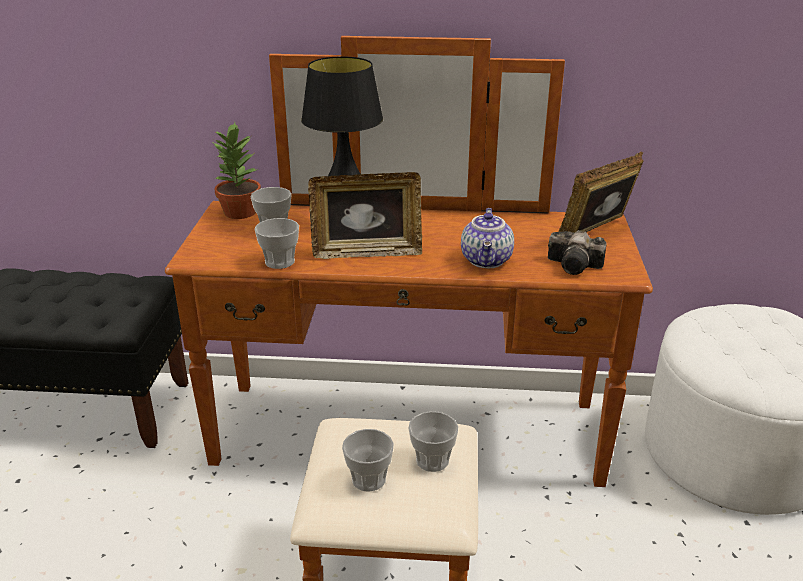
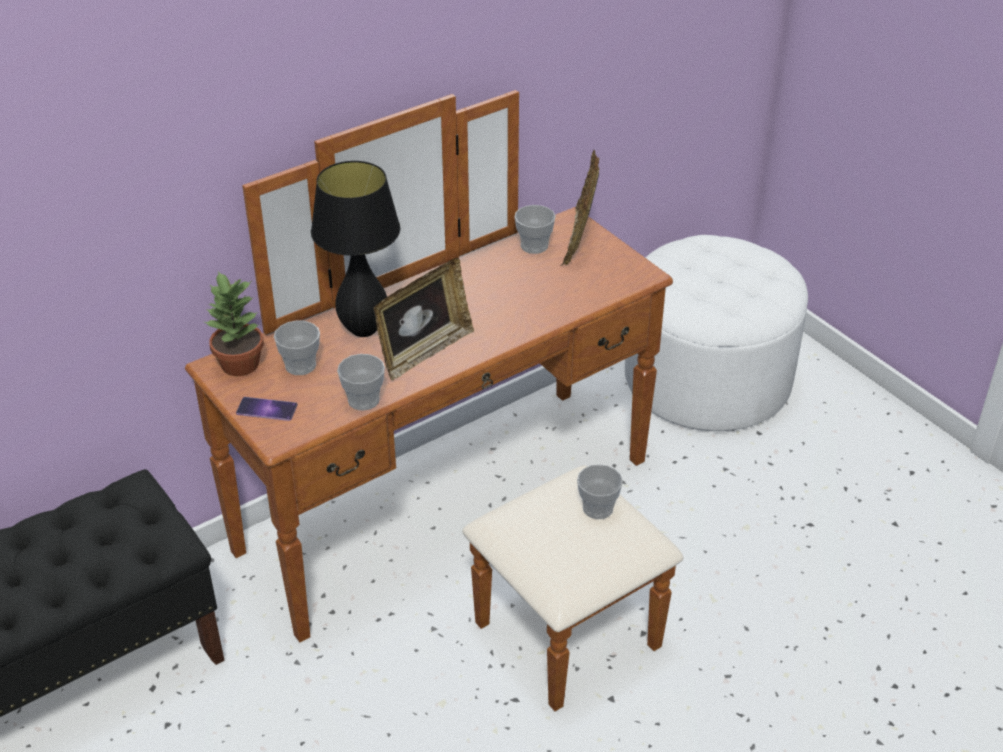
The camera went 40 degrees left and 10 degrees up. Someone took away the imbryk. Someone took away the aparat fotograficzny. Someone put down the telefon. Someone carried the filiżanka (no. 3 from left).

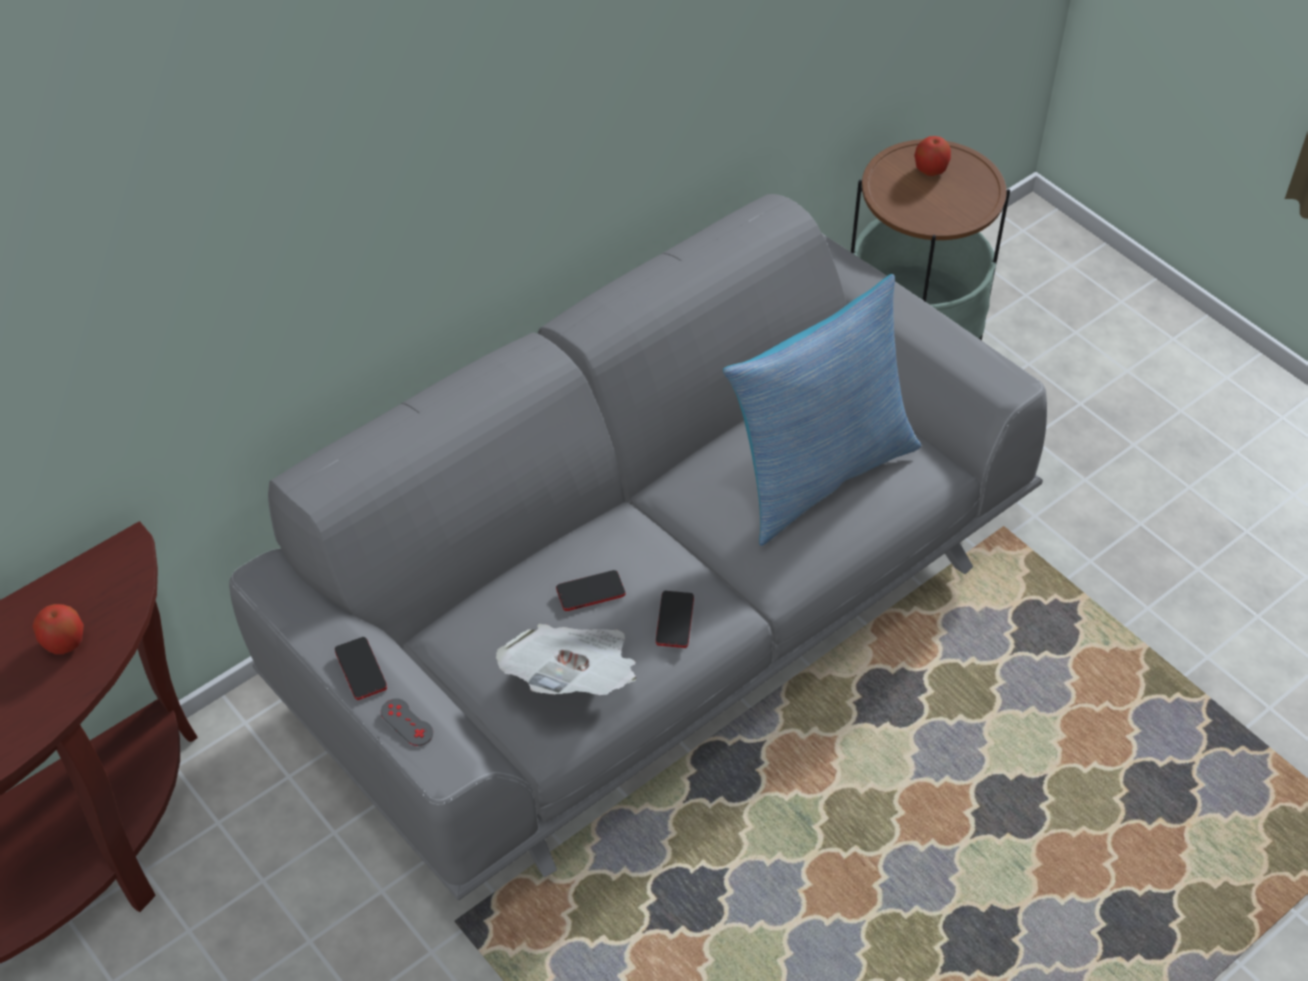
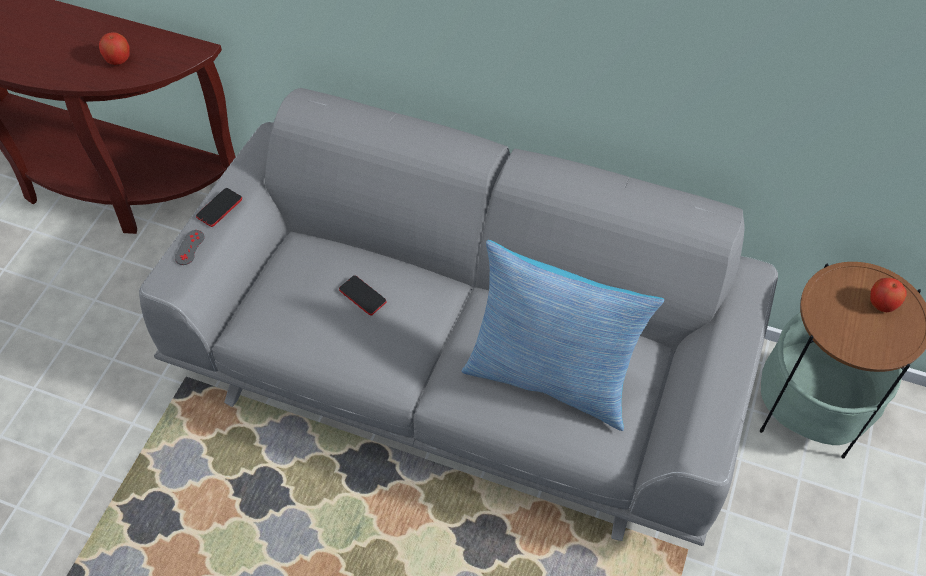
The camera went 60 degrees right and 5 degrees up. Someone took away the gazeta. Someone took away the telefon (no. 3 from left).

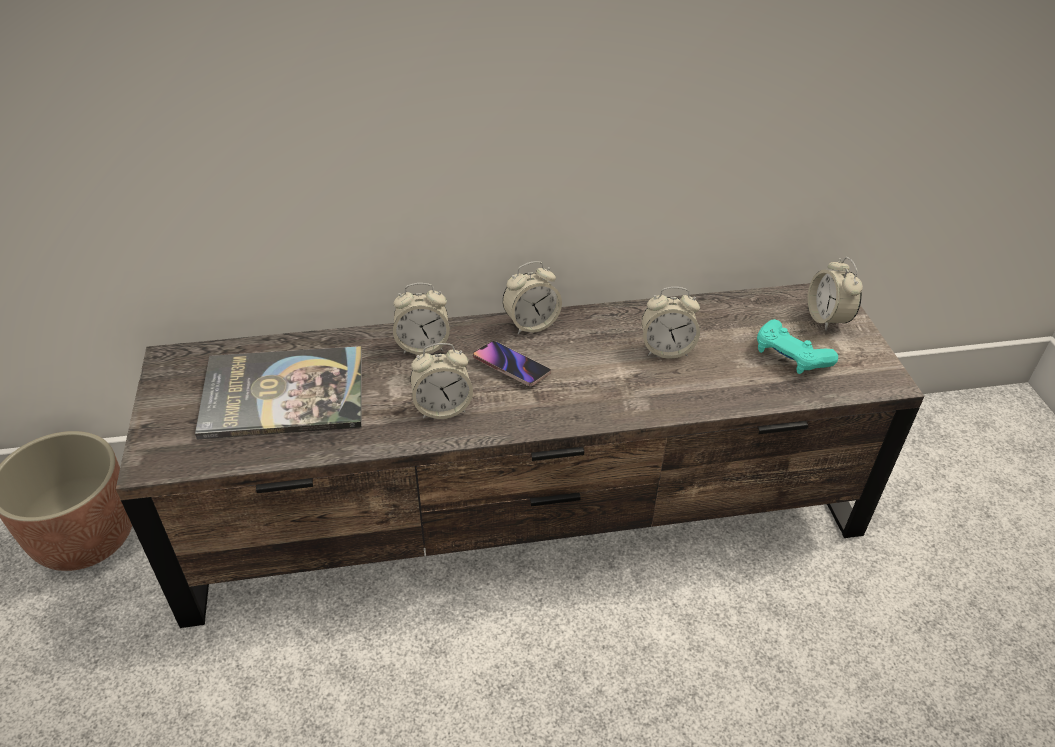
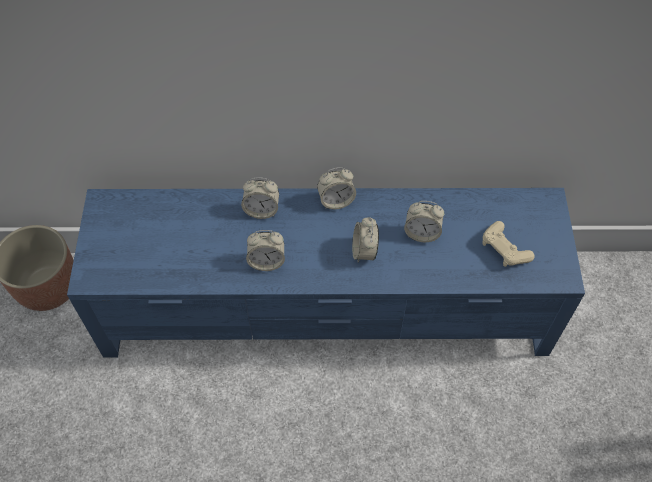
The camera went 10 degrees right and 15 degrees up. Someone took away the książka. Someone took away the telefon. Someone carried the budzik (no. 5 from left in the first image). Someone repainted the szafka pod telewizor [brązowy], which became the szafka pod telewizor [niebieski]. Someone repainted the pad do gier [turkusowy], which became the pad do gier [beżowy].

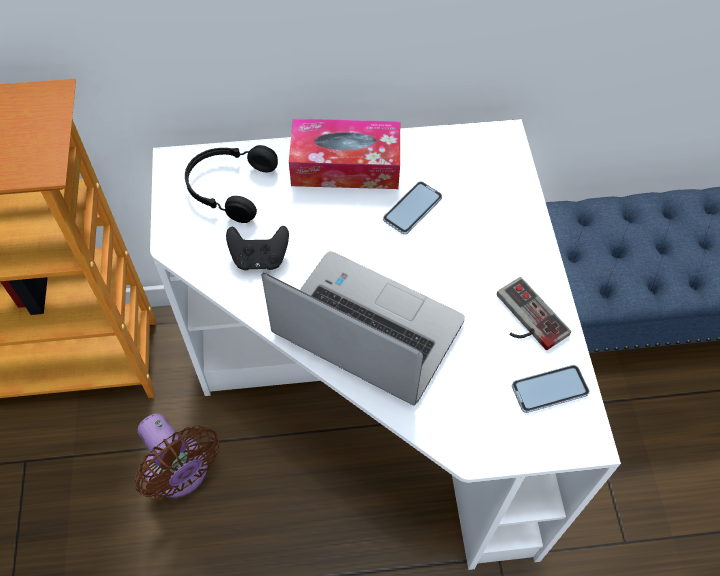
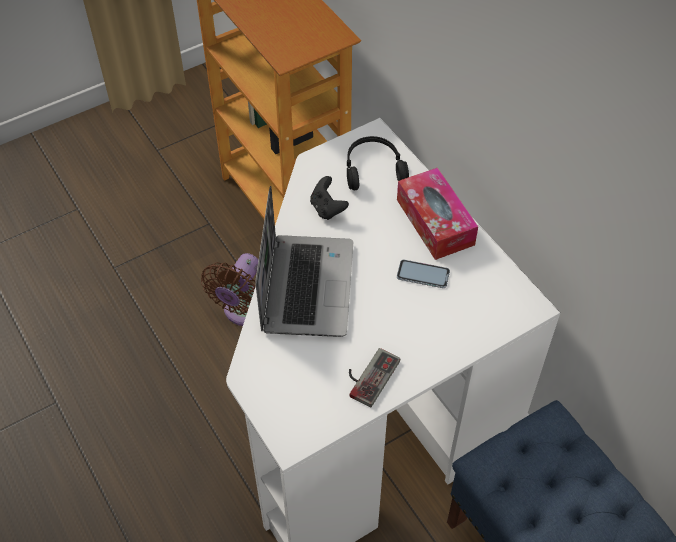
The camera went 65 degrees right and 5 degrees down. Someone took away the telefon (no. 2 from left).

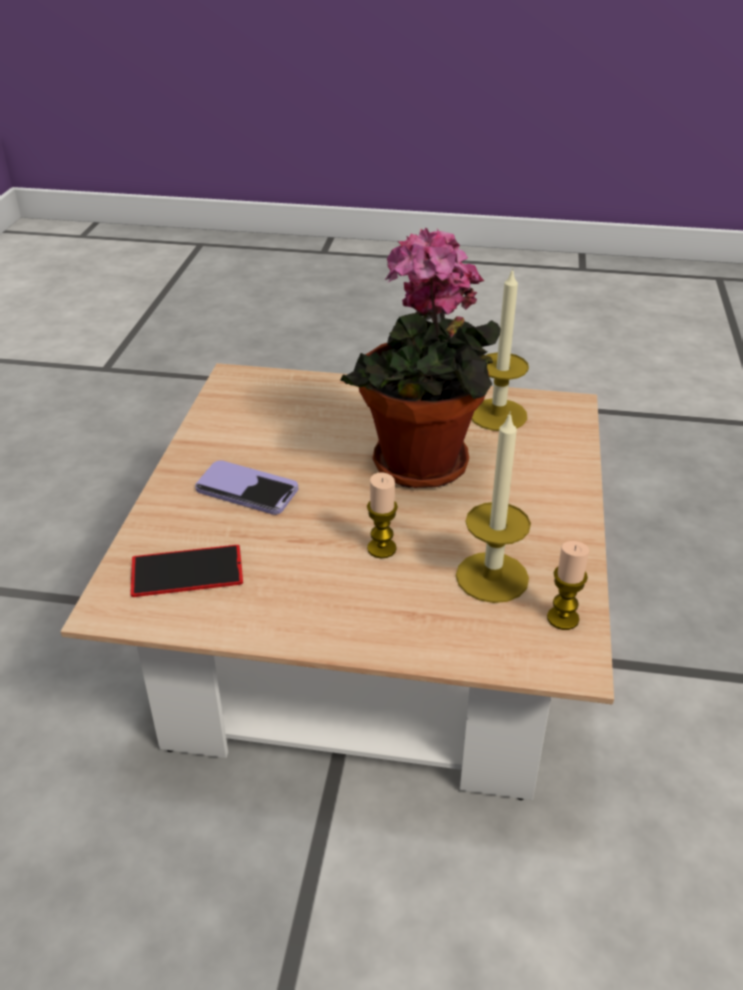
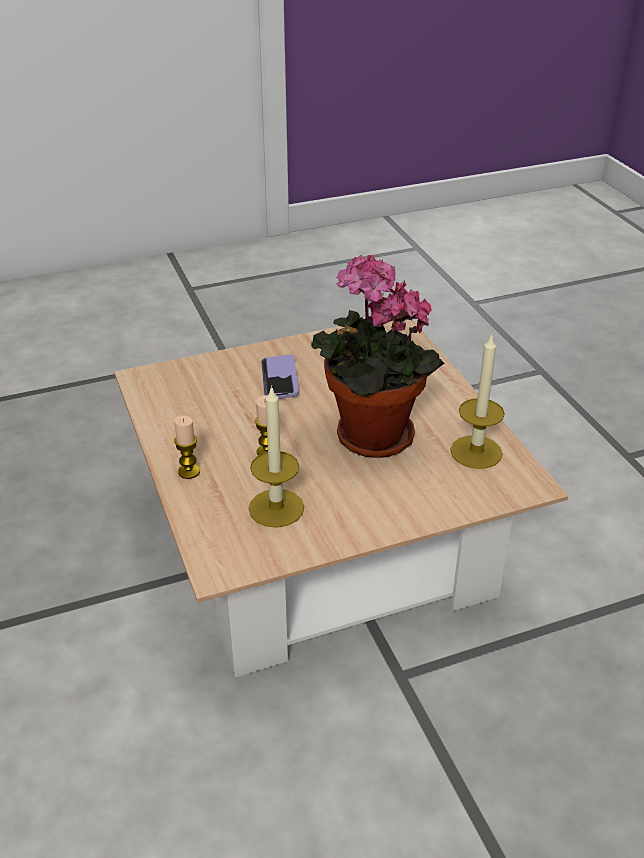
The camera went 60 degrees right and 0 degrees up. Someone took away the telefon (no. 1 from left). Someone carried the świeca (no. 4 from left in the first image).

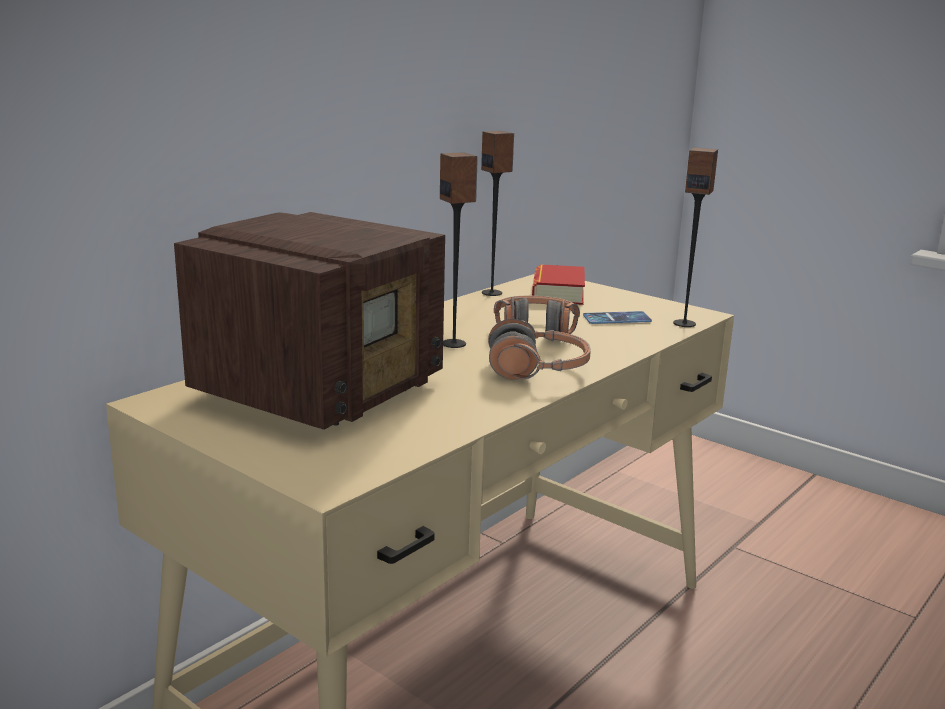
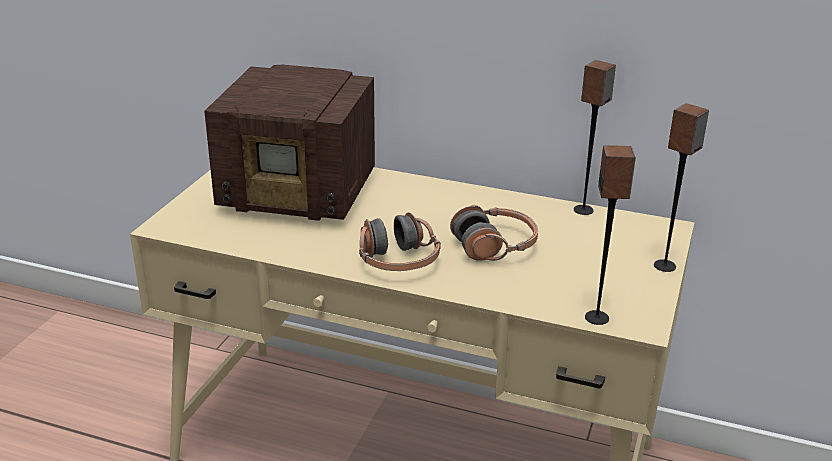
The camera went 70 degrees right and 10 degrees up. Someone took away the książka. Someone took away the telefon. Someone carried the głośnik (no. 1 from left in the first image).

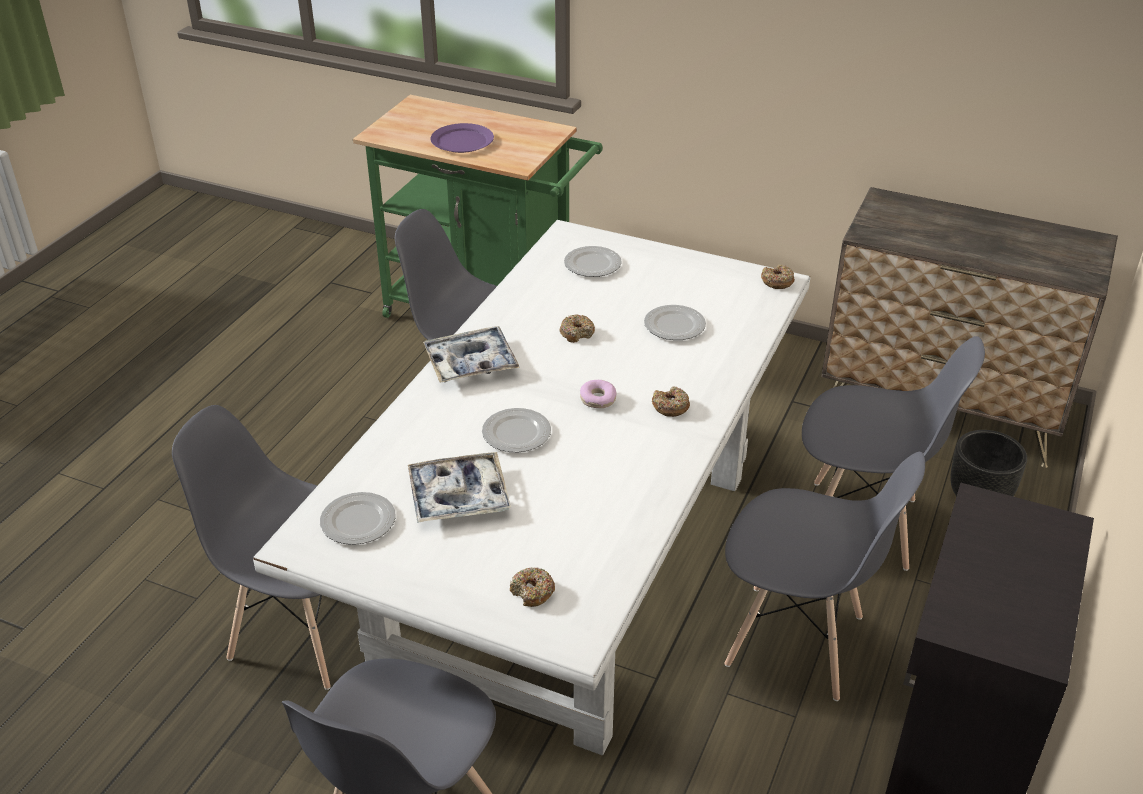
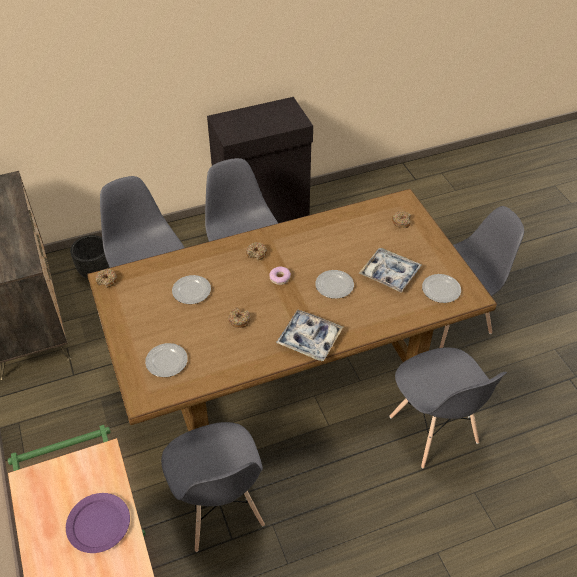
The camera went 135 degrees left and 10 degrees up. Someone repainted the stół jadalny [biały], which became the stół jadalny [brązowy].

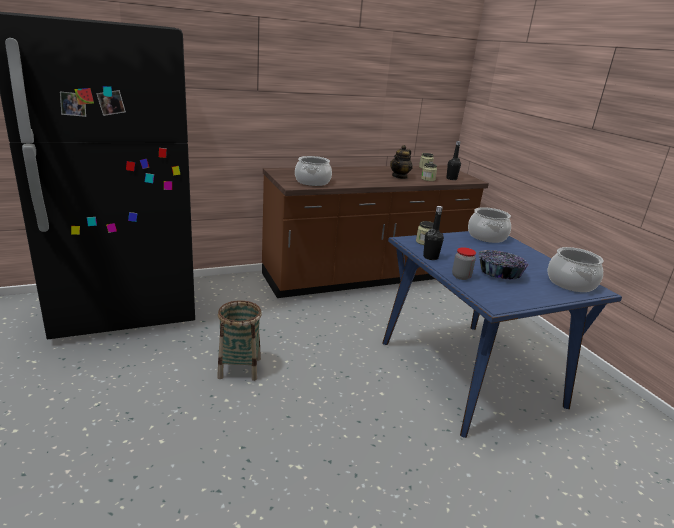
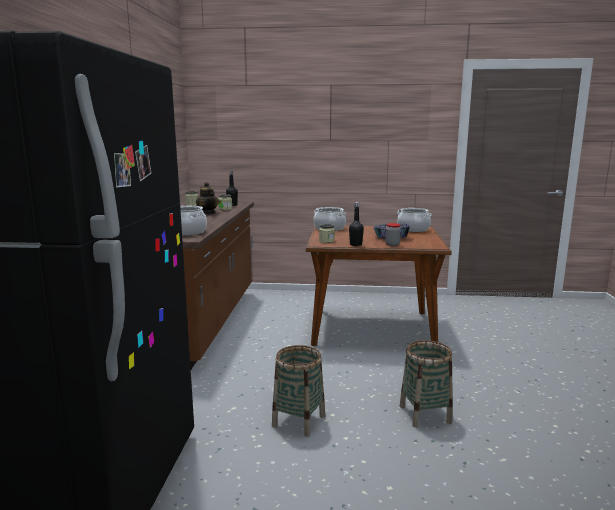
The camera went 60 degrees left and 10 degrees down. Someone put down the koszyk (no. 2 from left). Someone repainted the stół jadalny [niebieski], which became the stół jadalny [brązowy].

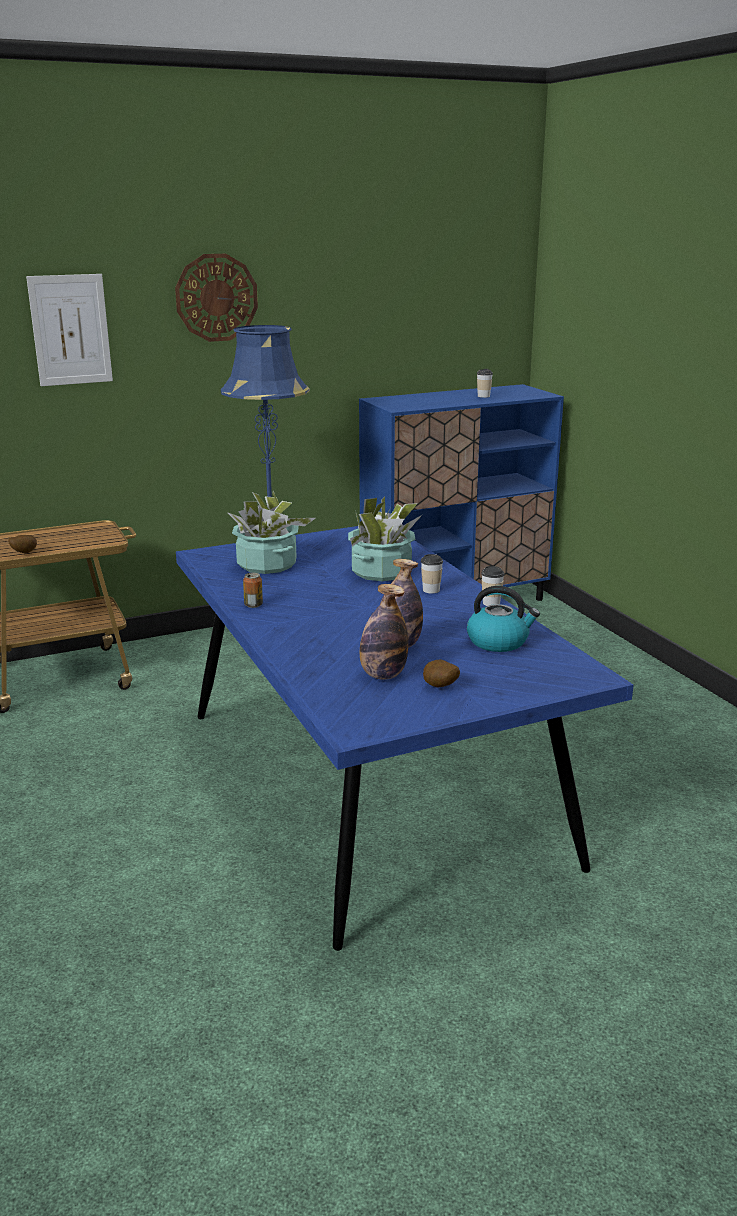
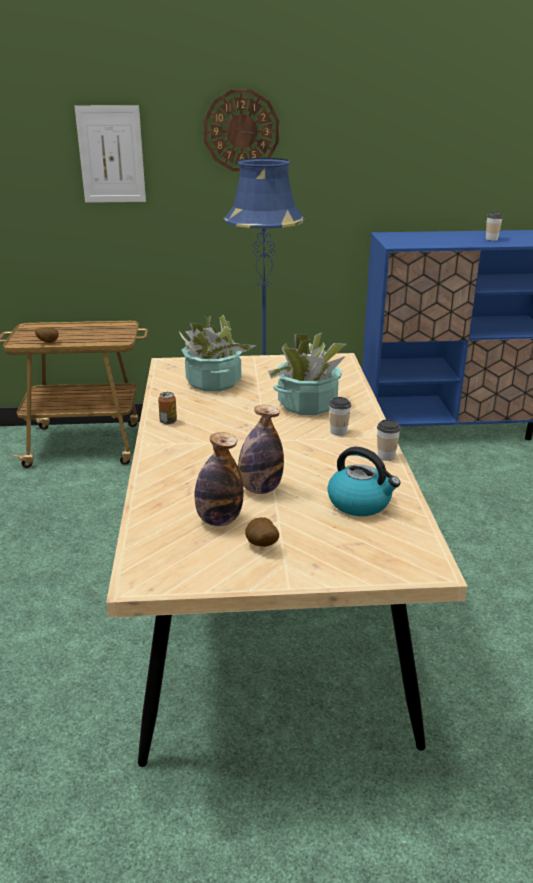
The camera went 20 degrees right and 5 degrees up. Someone repainted the stół jadalny [niebieski], which became the stół jadalny [beżowy].

